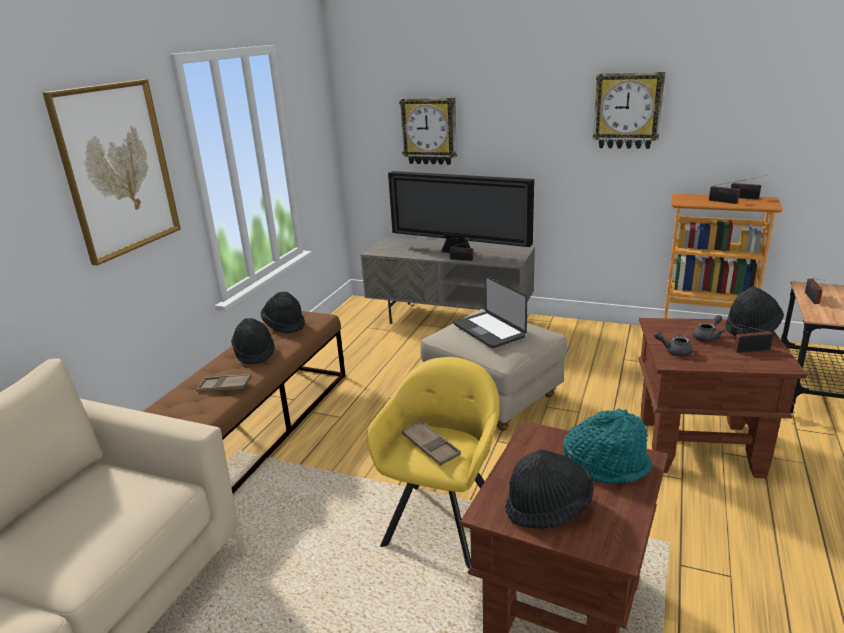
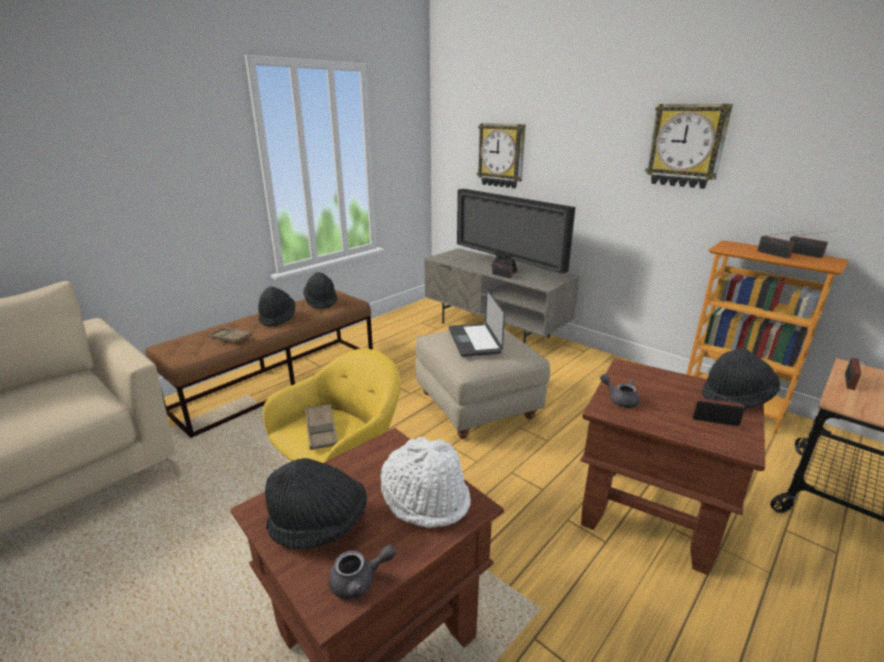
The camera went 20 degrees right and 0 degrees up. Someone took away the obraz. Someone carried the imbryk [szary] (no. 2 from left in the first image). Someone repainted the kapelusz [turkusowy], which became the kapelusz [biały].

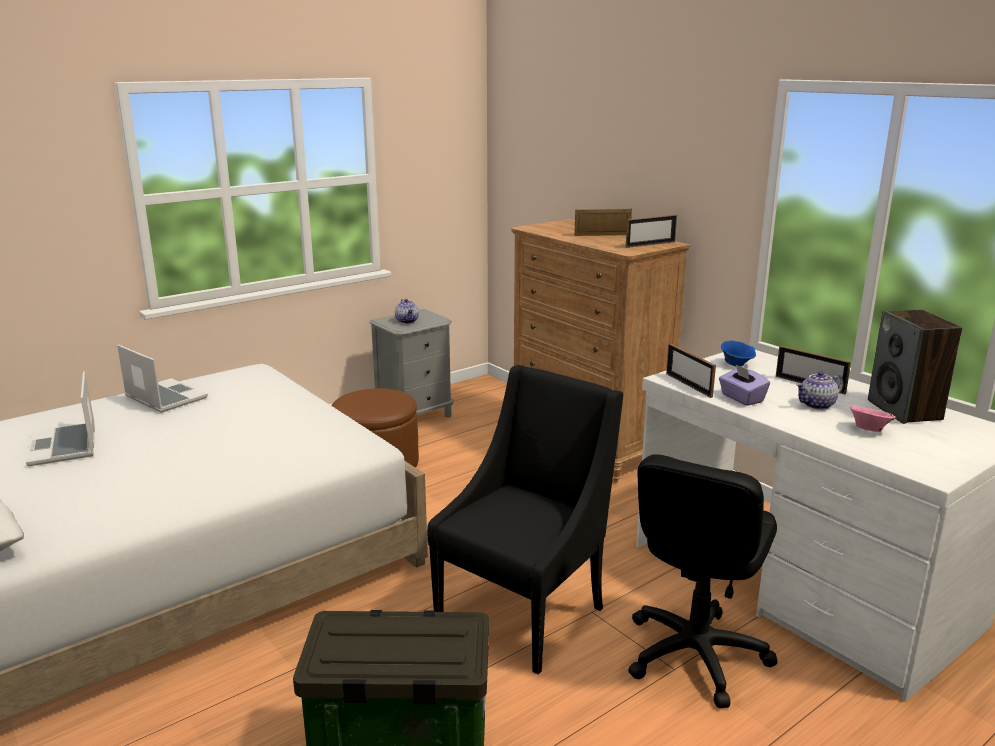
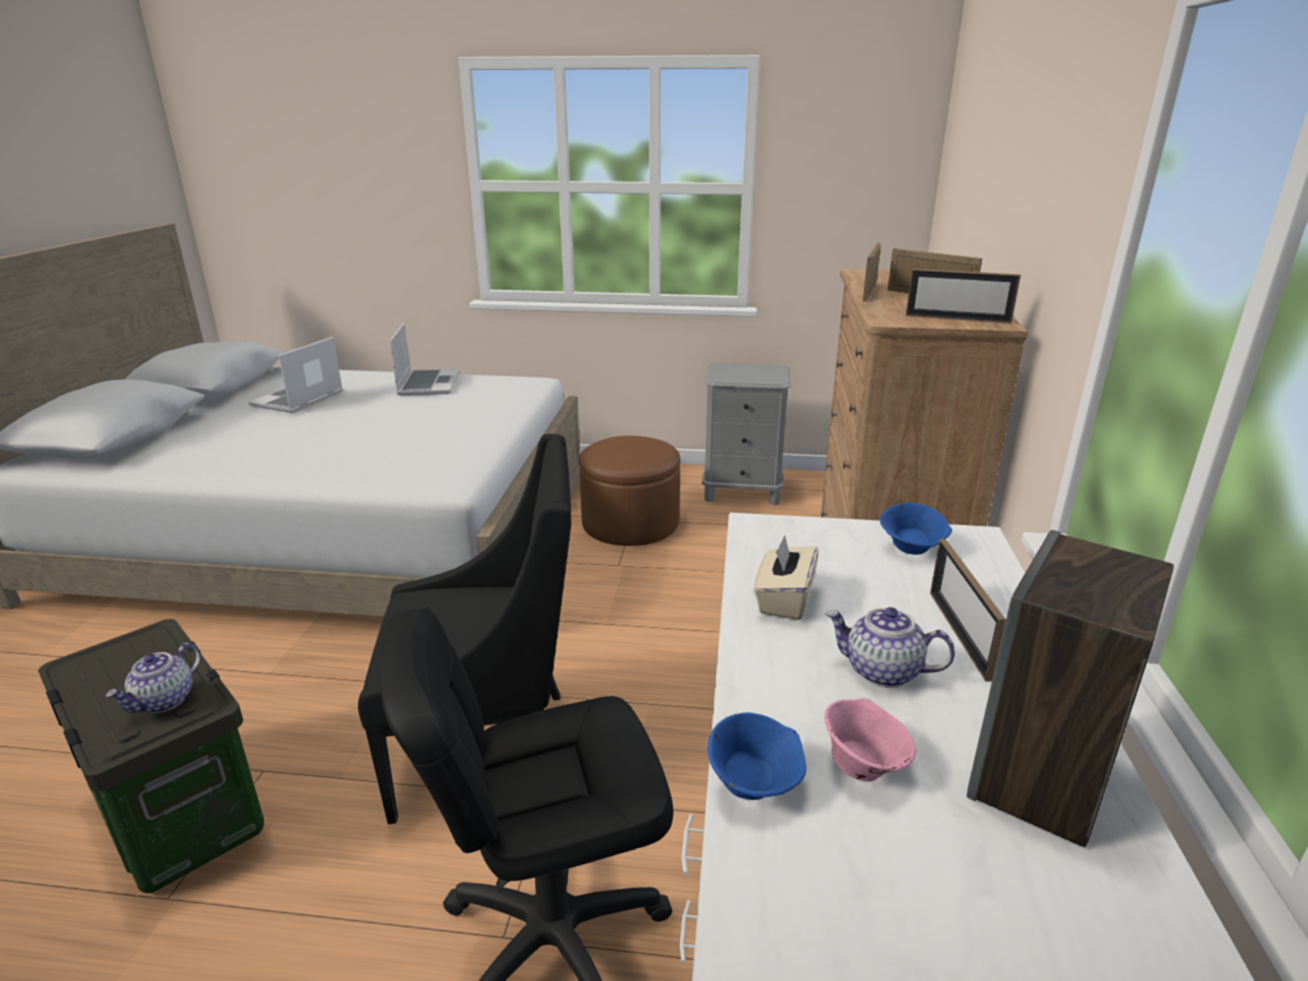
The camera went 45 degrees right and 5 degrees up. Someone put down the miska [niebieski] (no. 1 from left). Someone carried the imbryk (no. 1 from left). Someone carried the ramka na zdjęcie (no. 3 from left in the first image). Someone repainted the pudełko chusteczek [fioletowy], which became the pudełko chusteczek [beżowy].

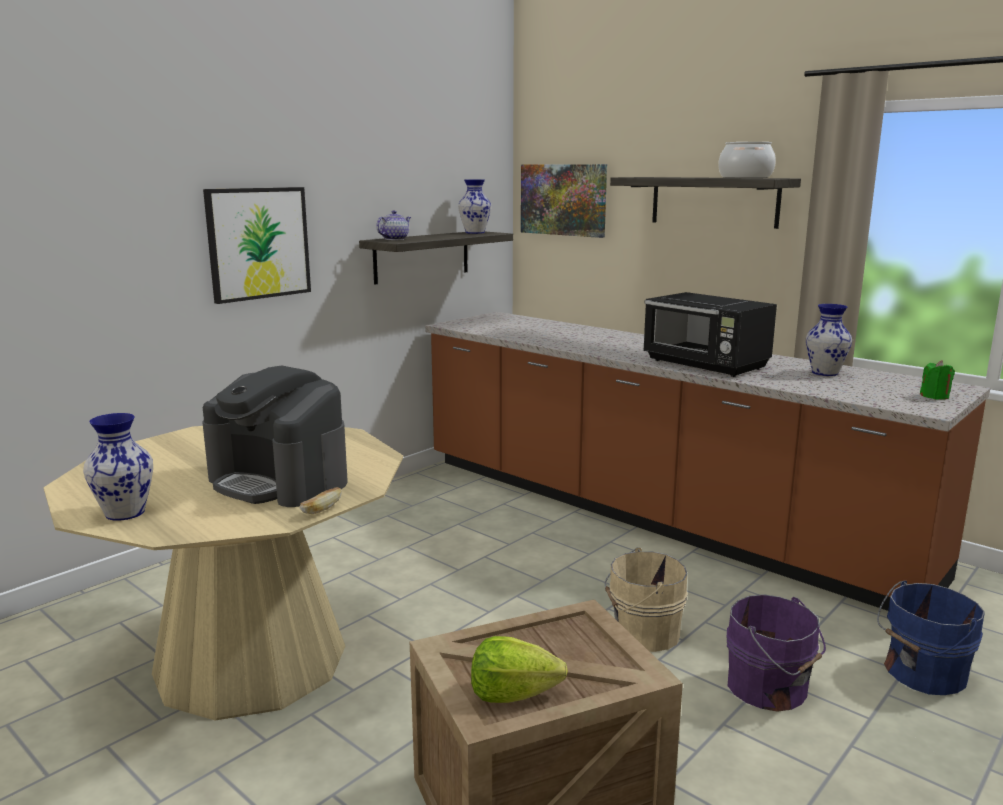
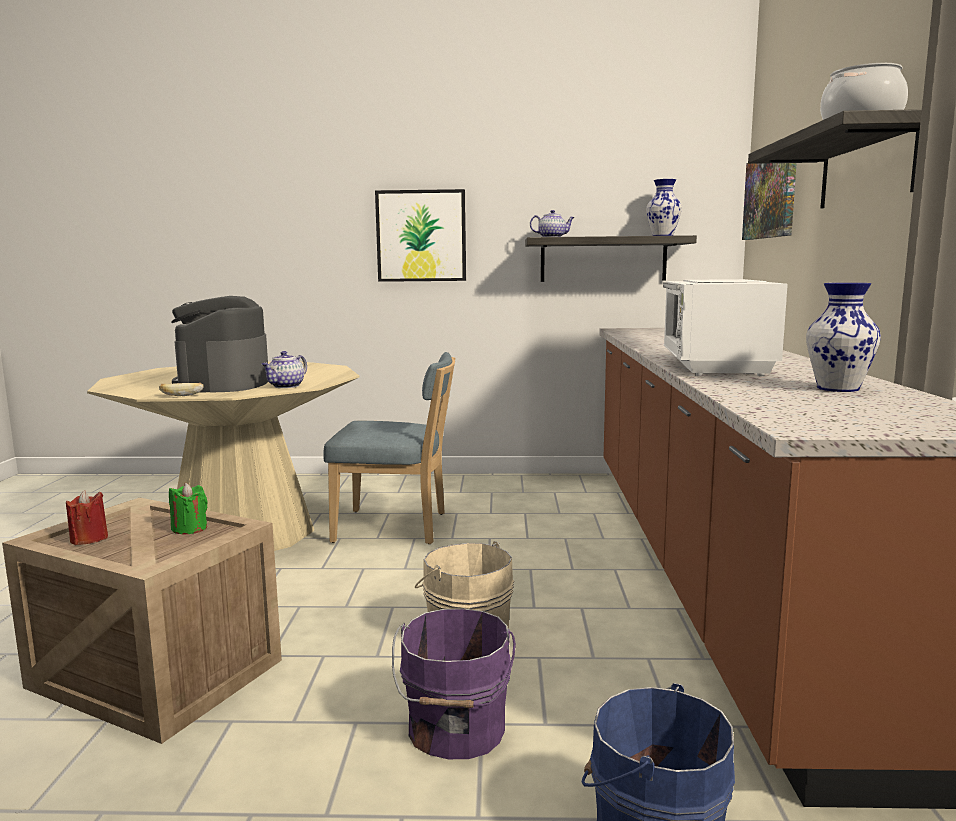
The camera went 50 degrees right and 5 degrees down. Someone took away the wazon (no. 1 from left). Someone put down the imbryk (no. 1 from left). Someone put down the krzesło [niebieski]. Someone carried the świeca [zielony]. Someone swapped the sałata for the świeca [czerwony]. Someone repainted the mikrofalówka [czarny], which became the mikrofalówka [biały].

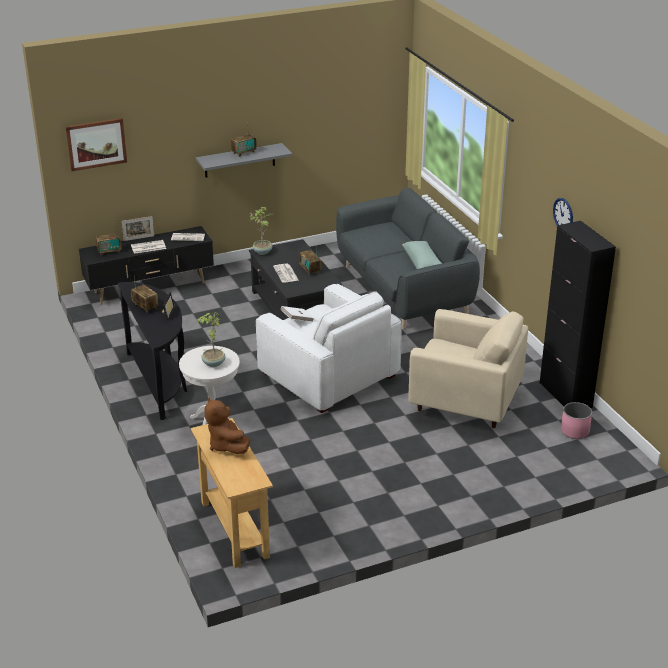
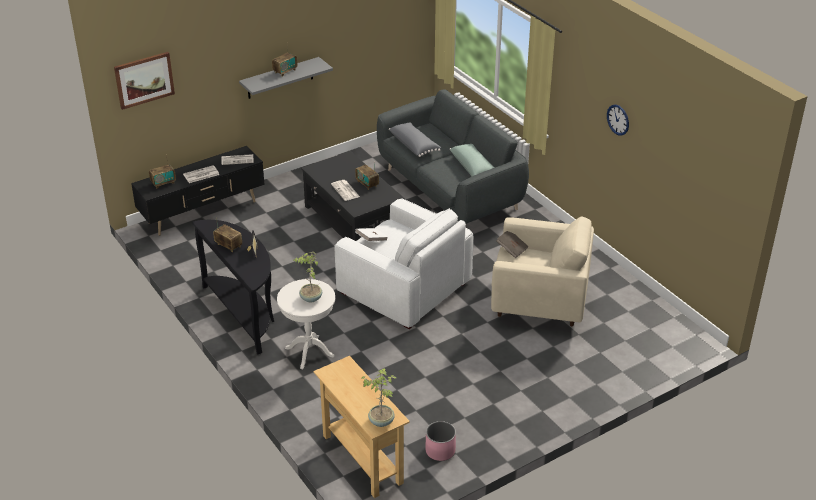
The camera went 10 degrees left and 5 degrees up. Someone took away the ramka na zdjęcie (no. 1 from left). Someone took away the pluszak [brązowy]. Someone took away the szafka [czarny]. Someone put down the poduszka [szary]. Someone put down the książka [brązowy]. Someone carried the roślina doniczkowa (no. 2 from left). Someone carried the donica [różowy].

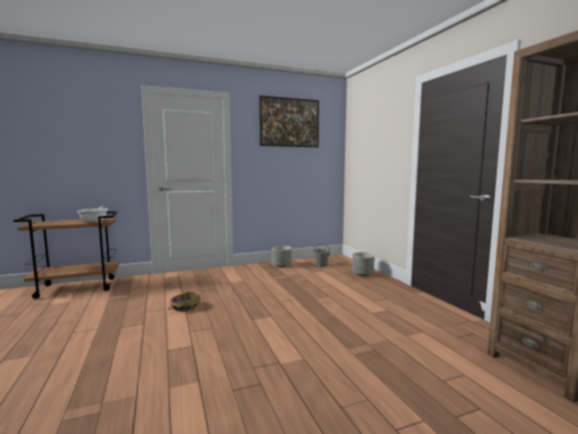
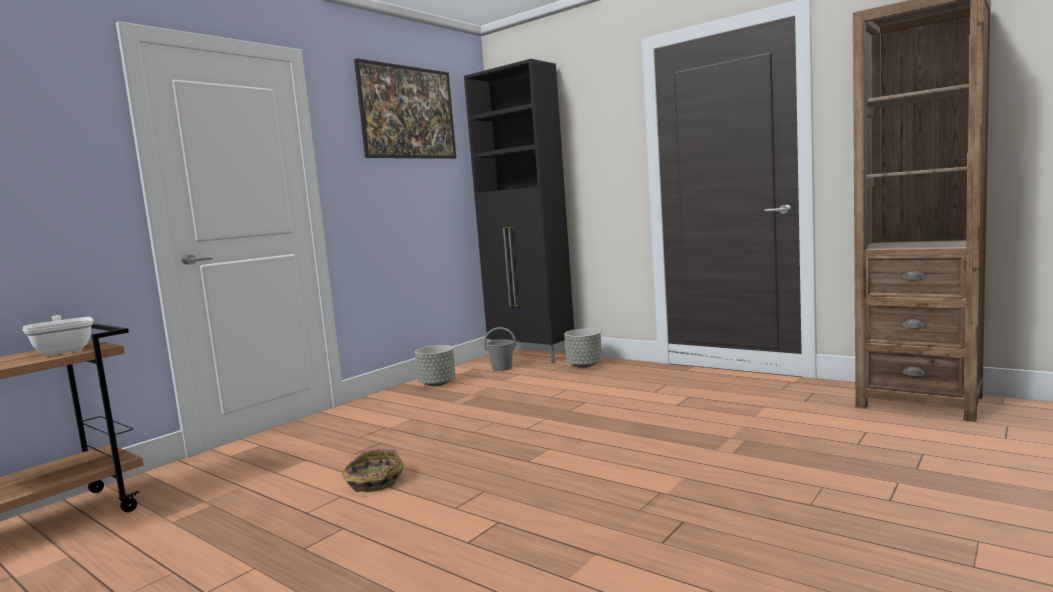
The camera went 30 degrees left and 0 degrees up. Someone put down the szafka [czarny].

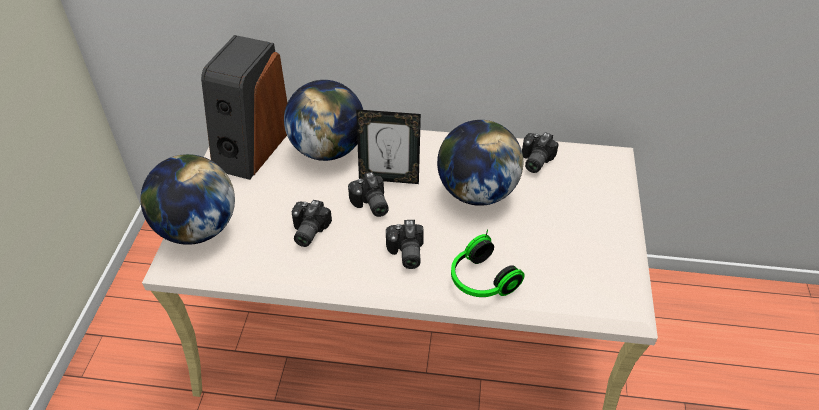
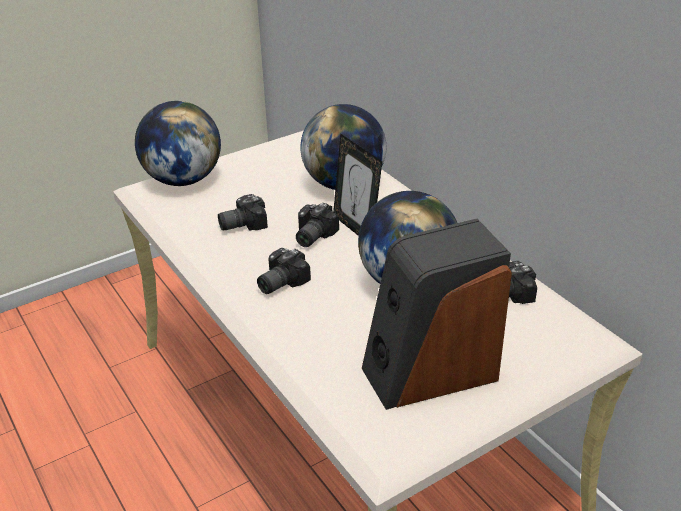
The camera went 50 degrees right and 10 degrees down. Someone took away the słuchawki. Someone carried the głośnik.

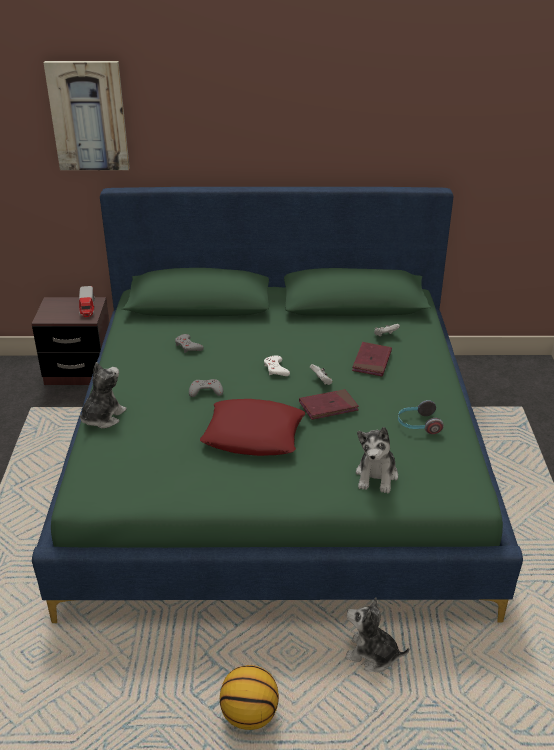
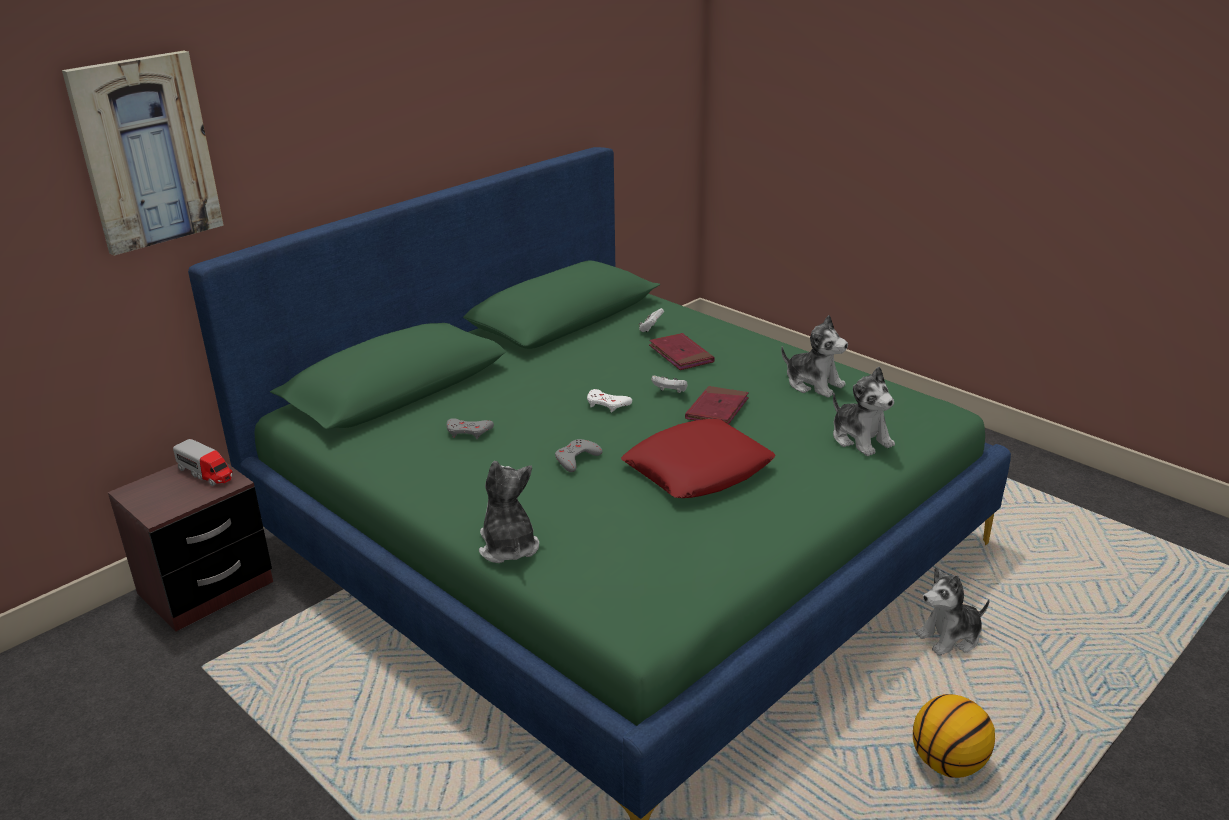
The camera went 45 degrees left and 5 degrees down. Someone swapped the słuchawki for the pluszak (no. 2 from left).

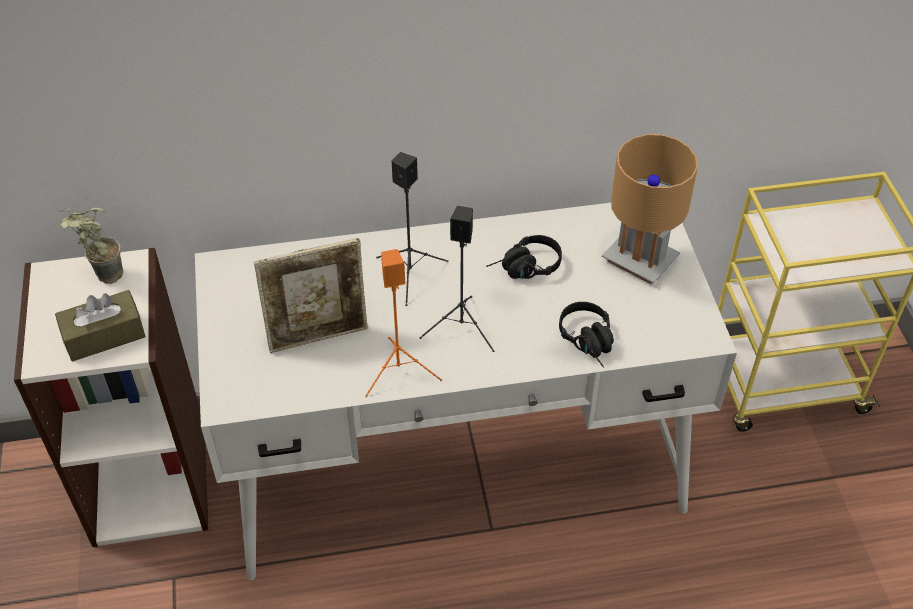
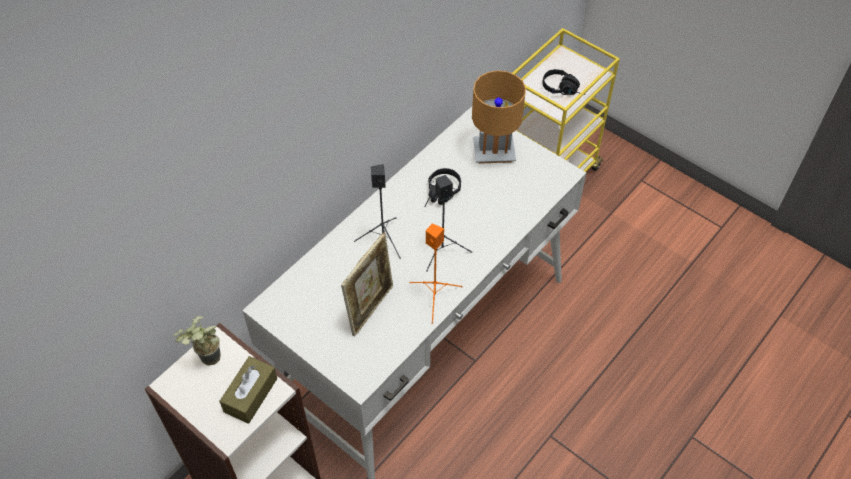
The camera went 40 degrees left and 5 degrees up. Someone carried the słuchawki [czarny] (no. 2 from left).

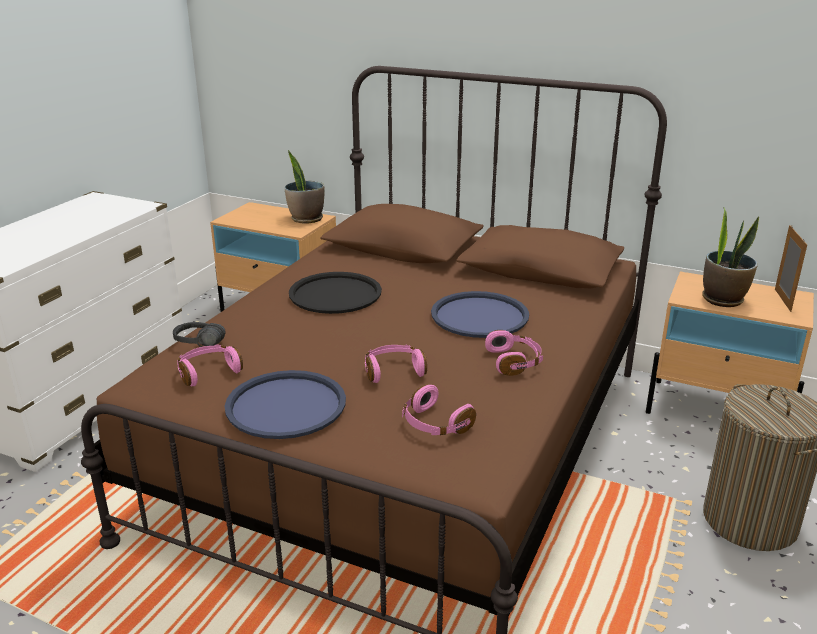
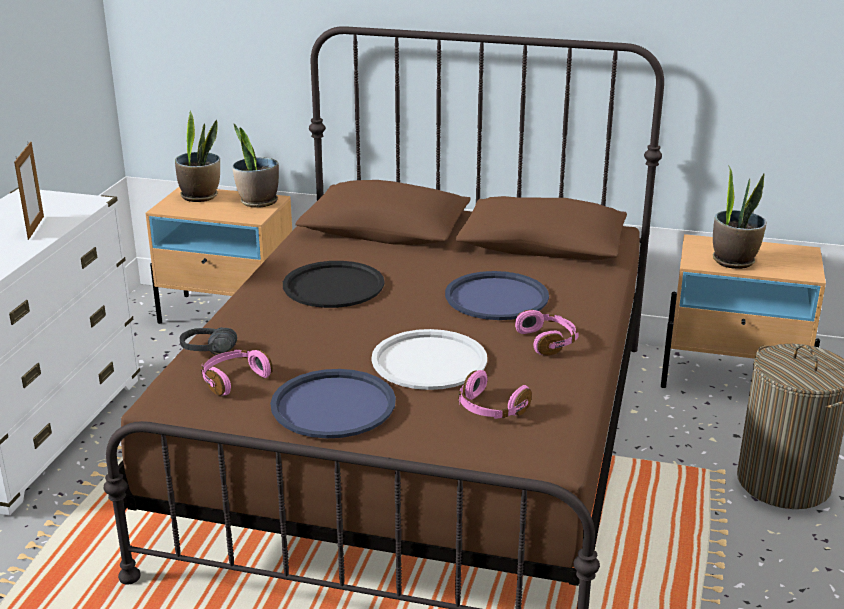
The camera went 10 degrees left and 0 degrees up. Someone put down the roślina doniczkowa (no. 1 from left). Someone carried the ramka na zdjęcie. Someone swapped the słuchawki [różowy] (no. 2 from left) for the taca [biały].

